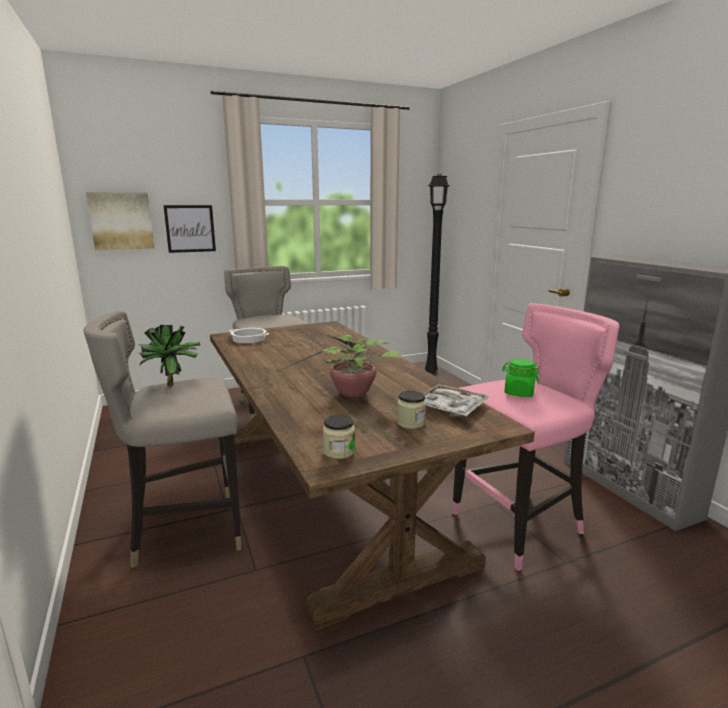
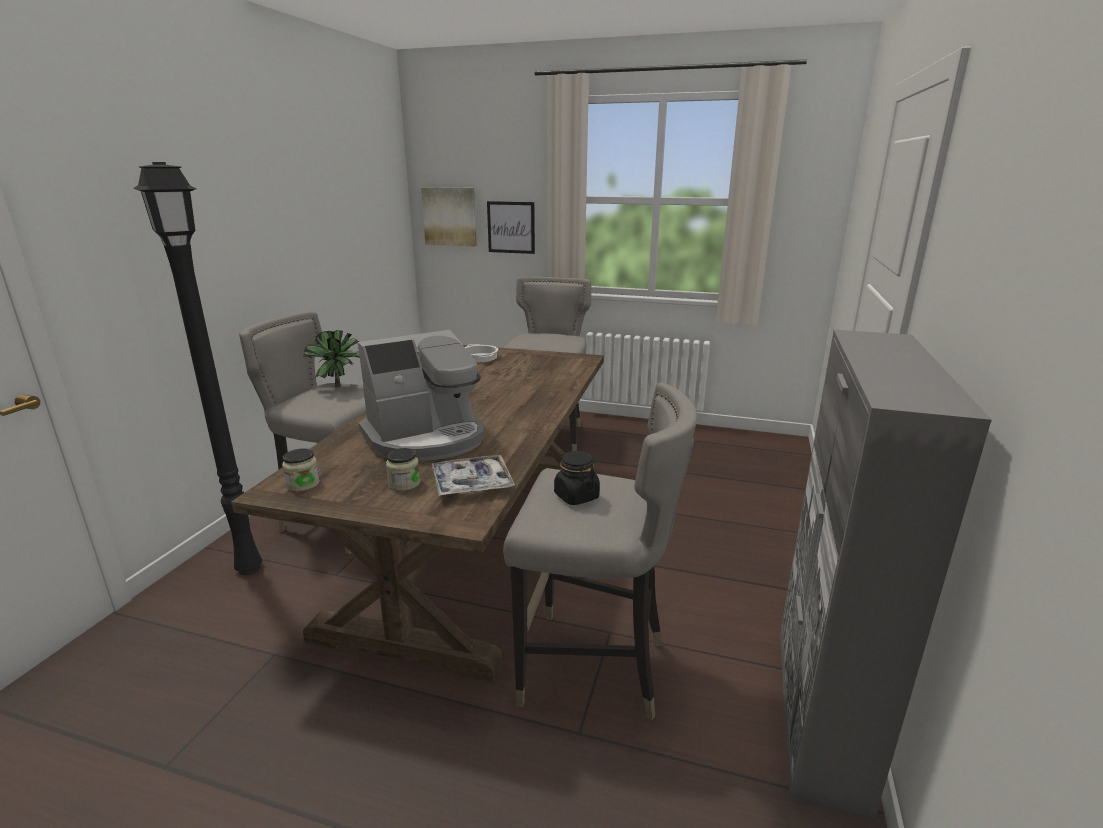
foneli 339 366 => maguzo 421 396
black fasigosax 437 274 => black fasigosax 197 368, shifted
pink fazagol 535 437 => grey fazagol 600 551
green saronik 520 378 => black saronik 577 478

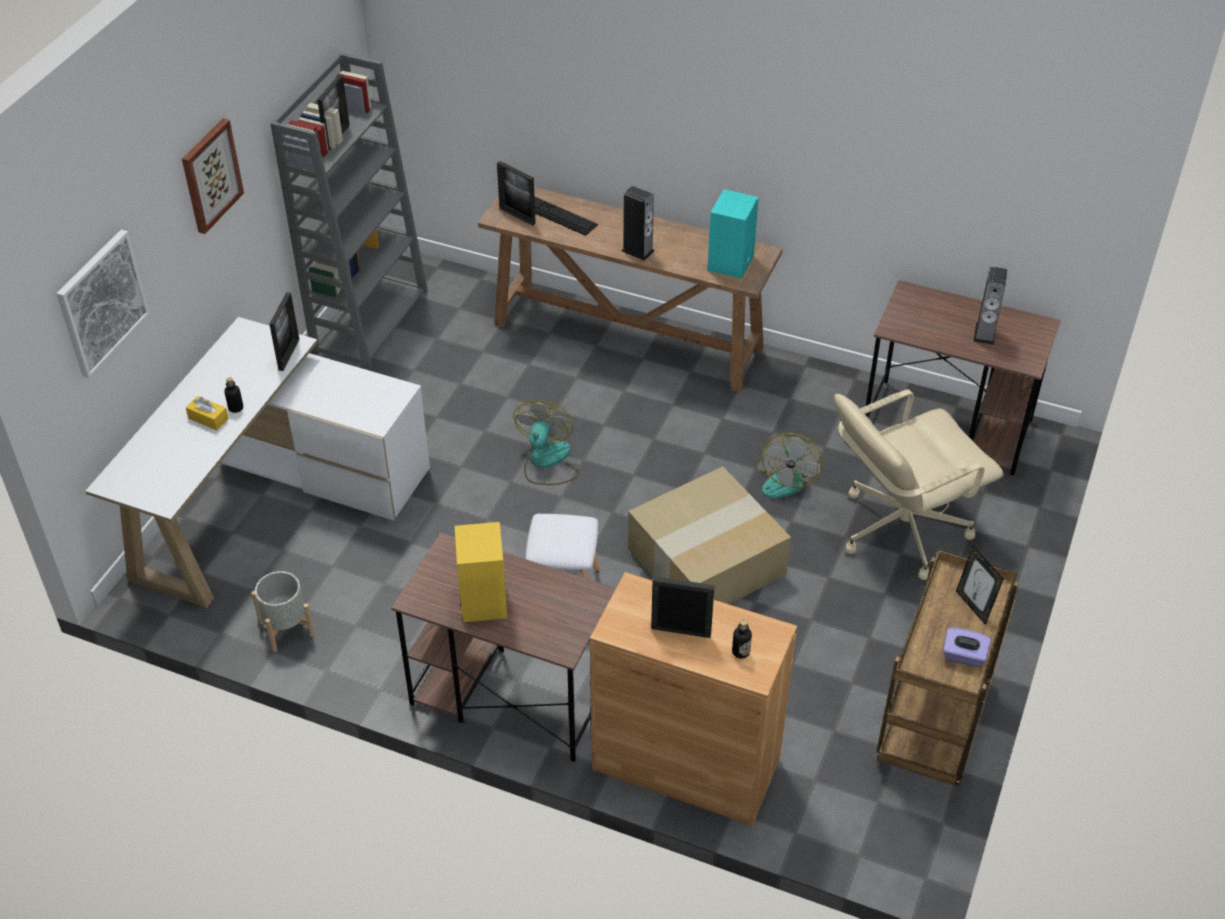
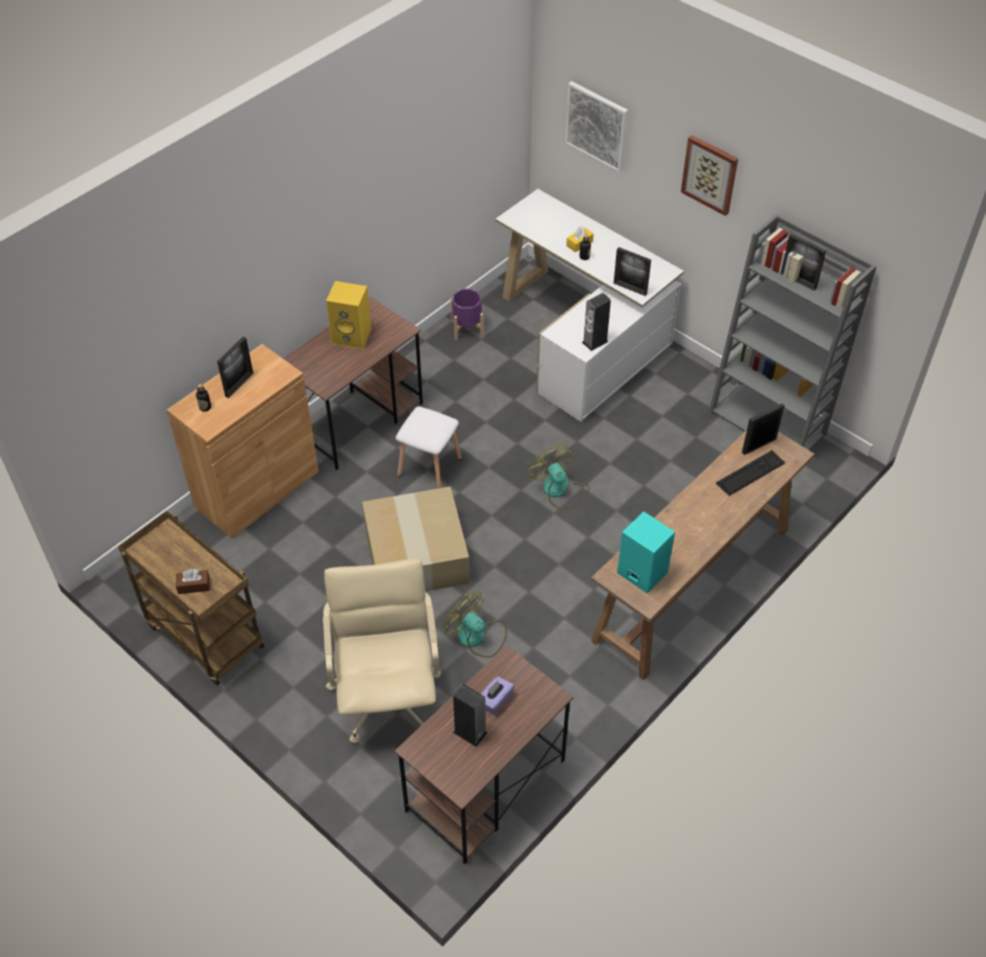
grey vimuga 283 611 => purple vimuga 467 314
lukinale 546 442 => lukinale 559 477, 150 degrees counterclockwise
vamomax 638 223 => vamomax 596 322, shifted
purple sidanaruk 967 647 => purple sidanaruk 497 695, shifted
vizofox 980 585 => brown sidanaruk 193 581

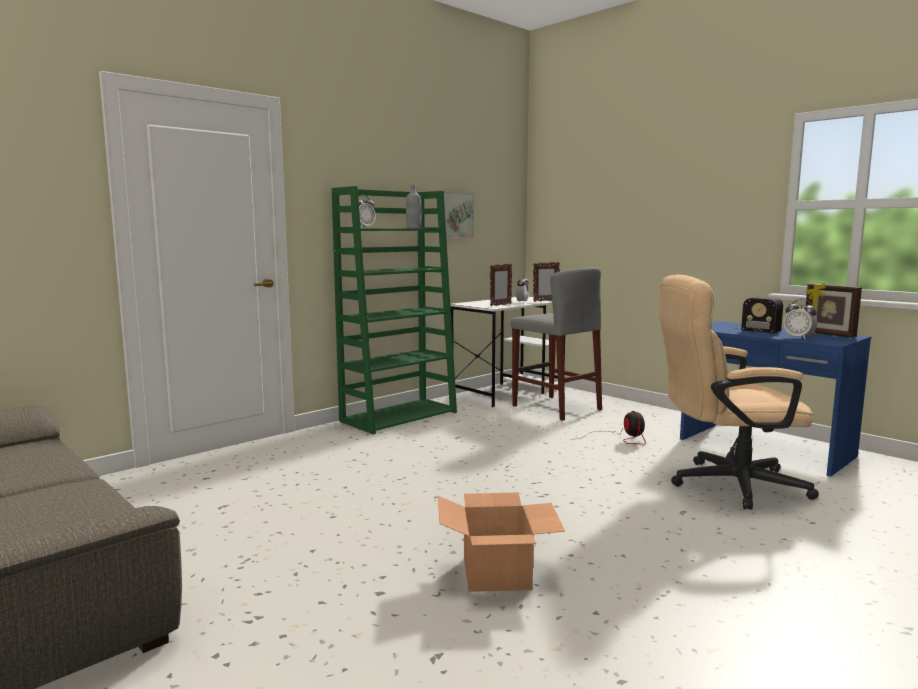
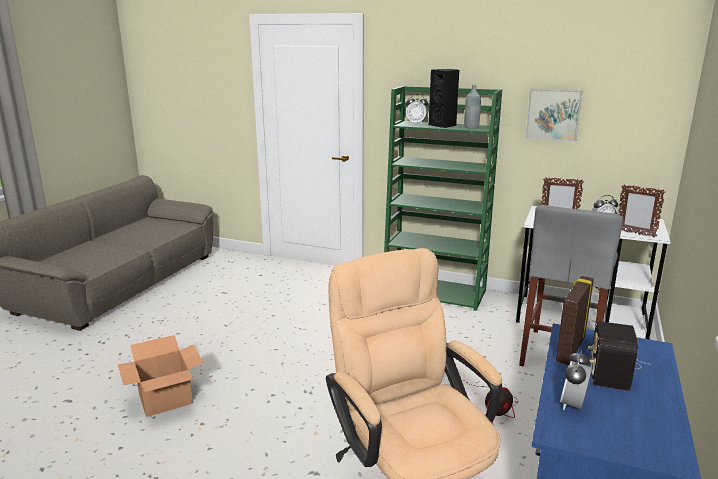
vizofox 834 310 => vizofox 575 320, shifted
nothing => black vamomax 444 98

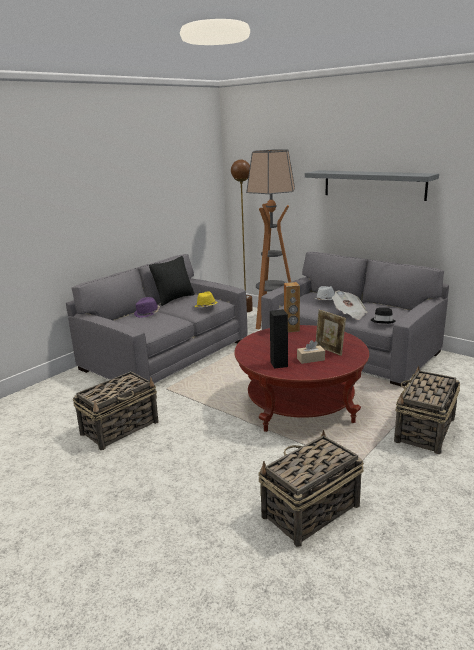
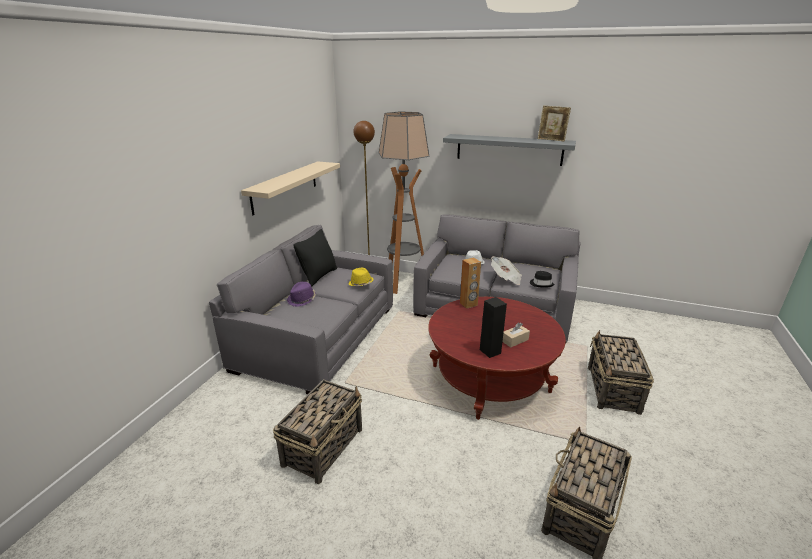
vizofox 331 332 => vizofox 554 123, shifted
nothing => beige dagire 290 188

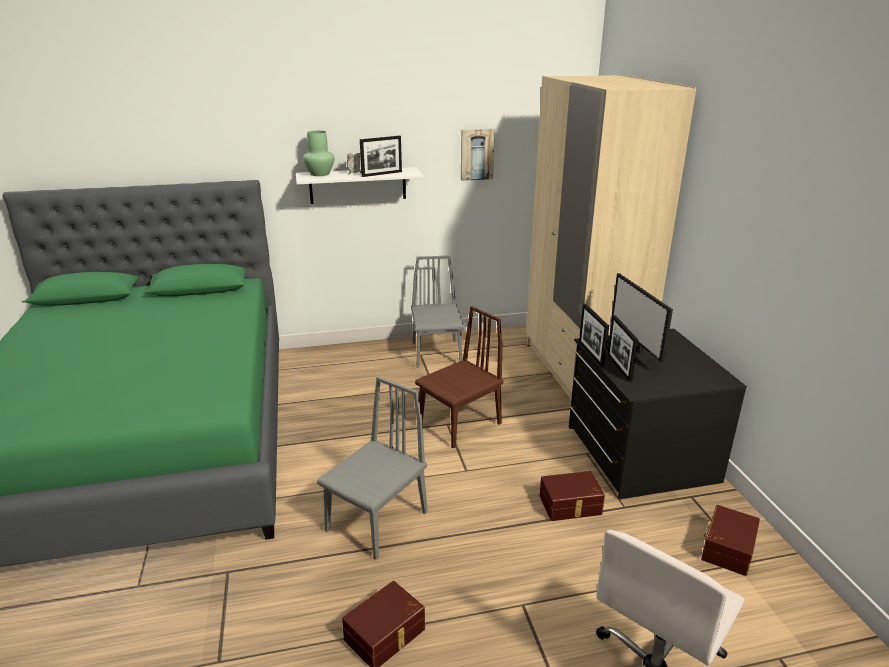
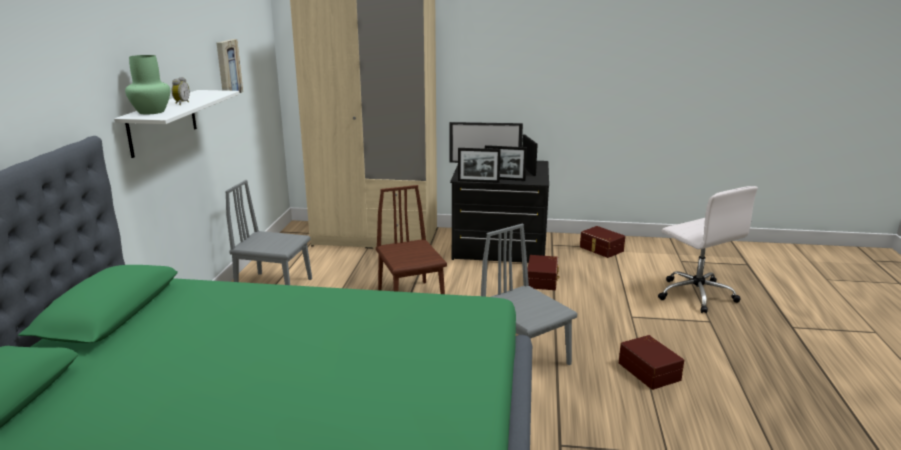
vizofox 381 156 => vizofox 530 155, shifted

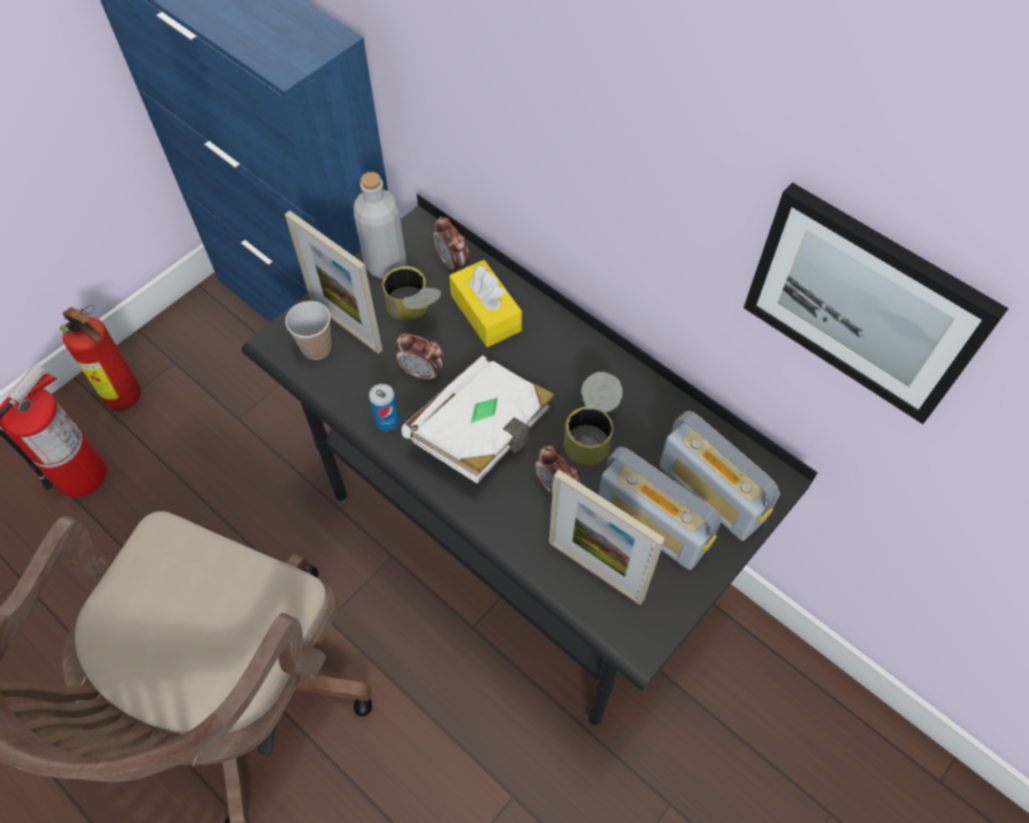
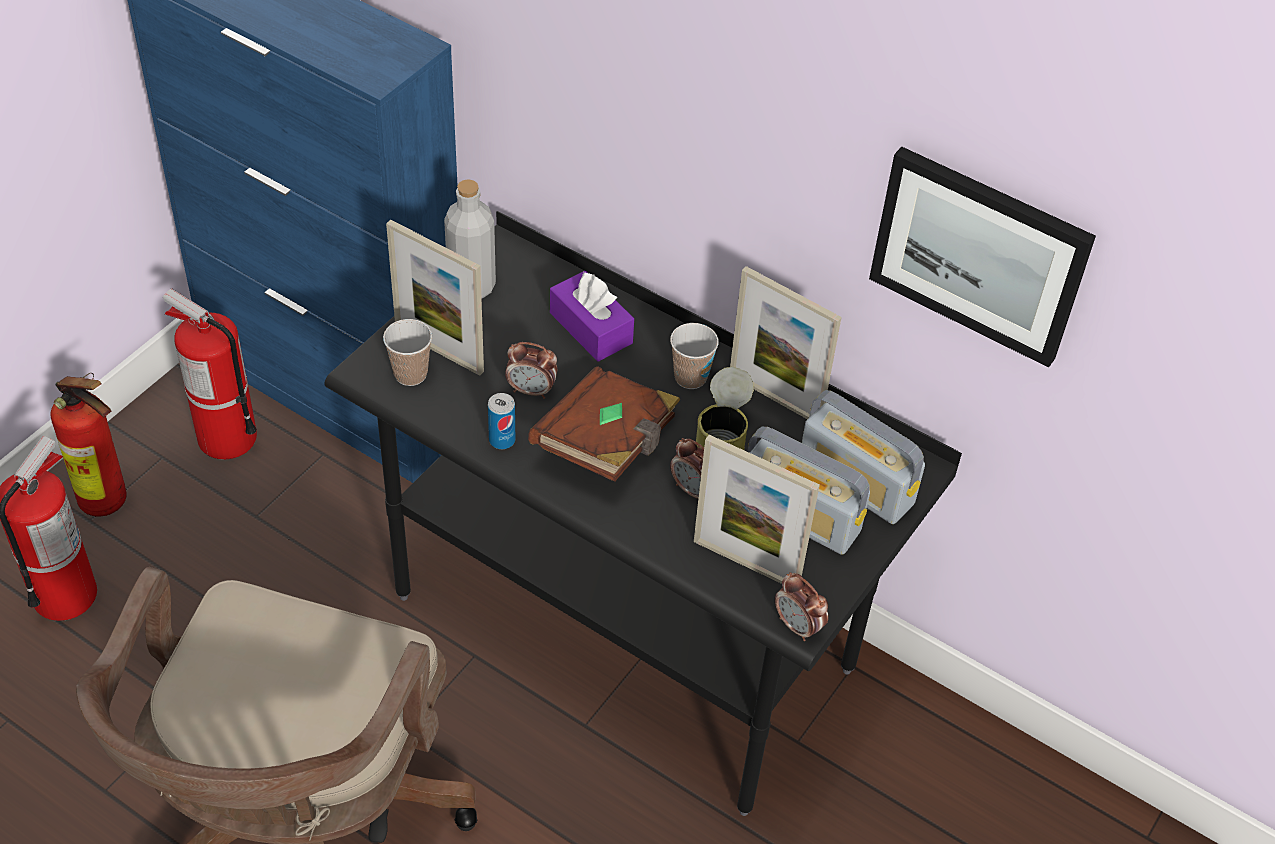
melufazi 411 293 => nothing
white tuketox 478 419 => brown tuketox 604 424
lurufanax 451 244 => lurufanax 801 606, shifted
yellow sidanaruk 485 303 => purple sidanaruk 592 316
nothing => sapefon 210 374
nothing => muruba 694 356
nothing => vizofox 786 342

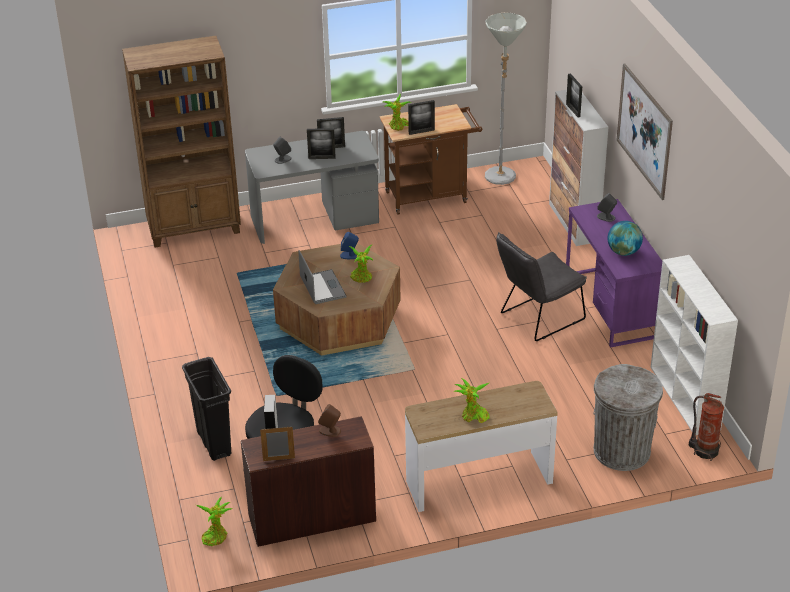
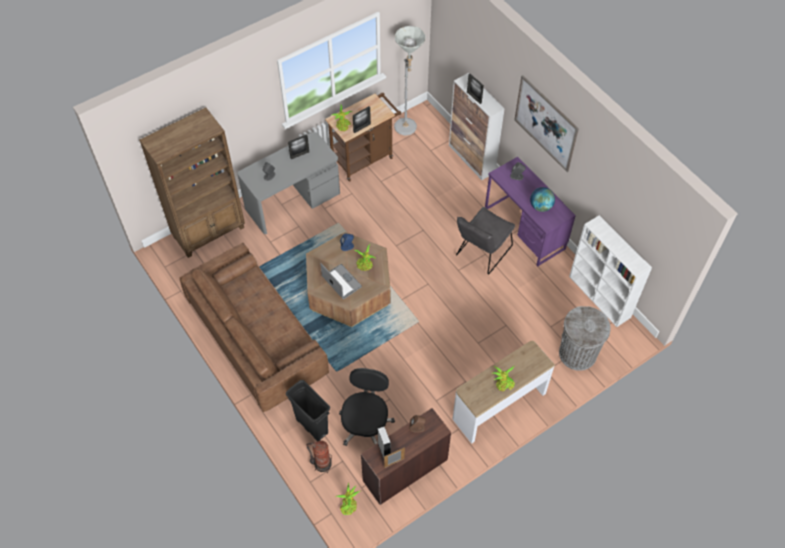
vizofox 321 143 => nothing
sapefon 706 427 => sapefon 319 457, shifted
nothing => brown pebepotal 254 327

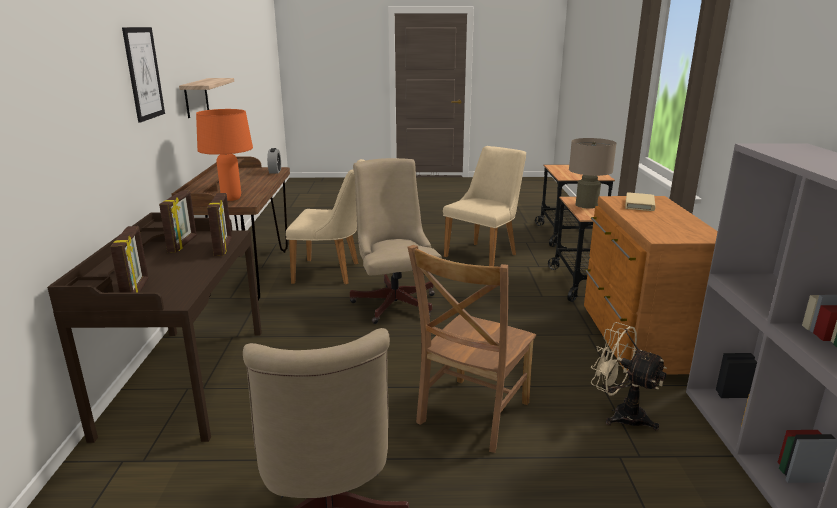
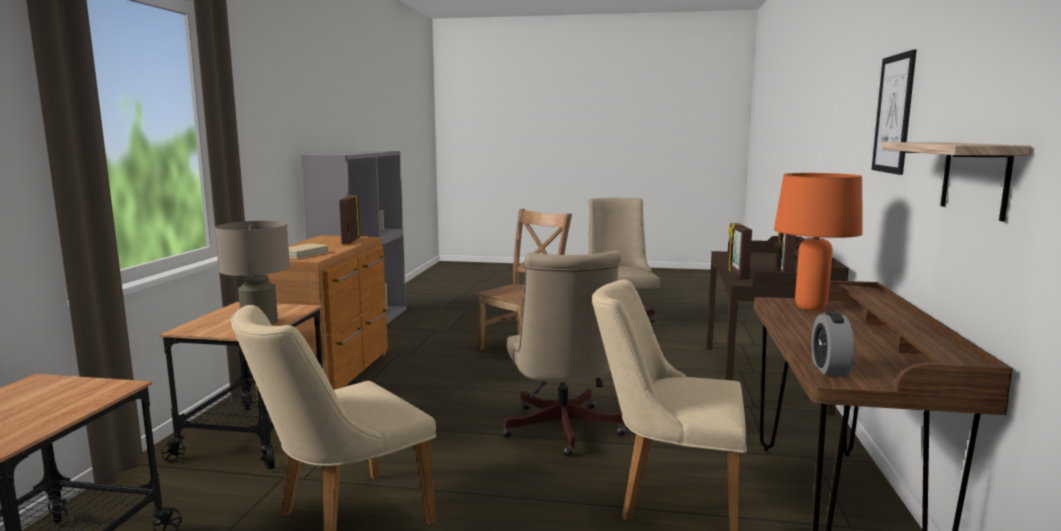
vizofox 129 259 => vizofox 349 220, shifted
beige lukinale 629 376 => nothing

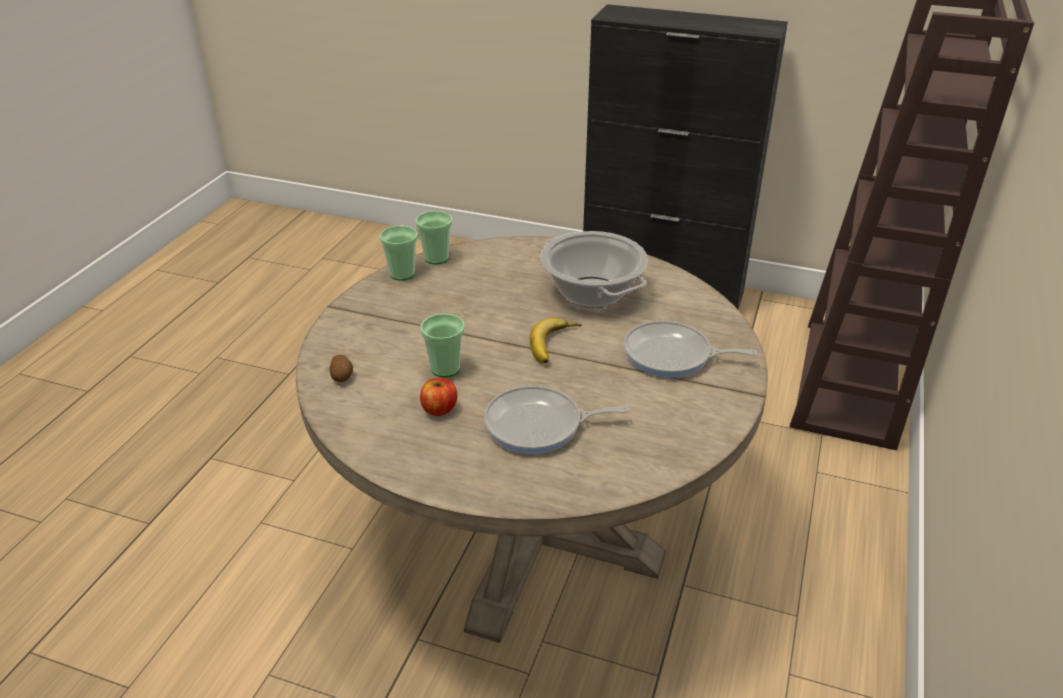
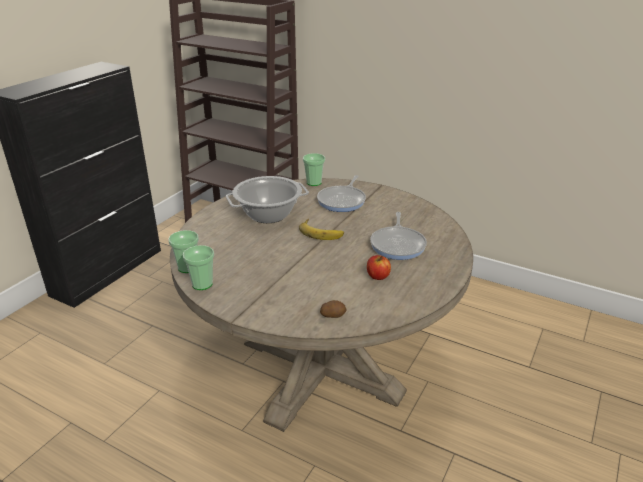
muruba 442 346 => muruba 314 169, shifted

